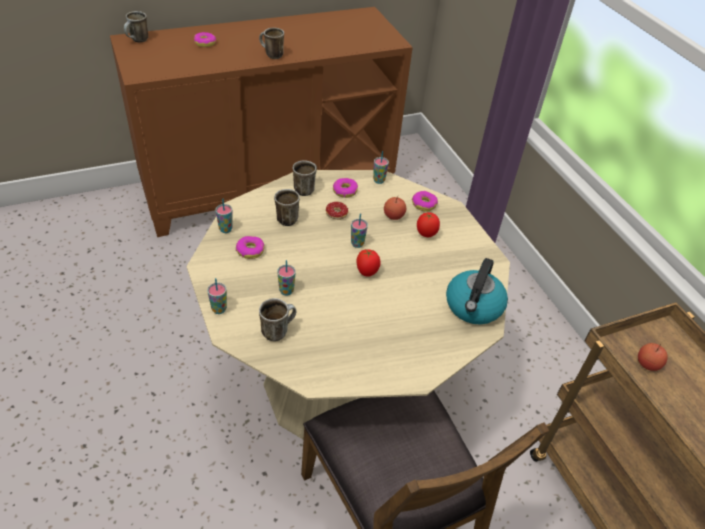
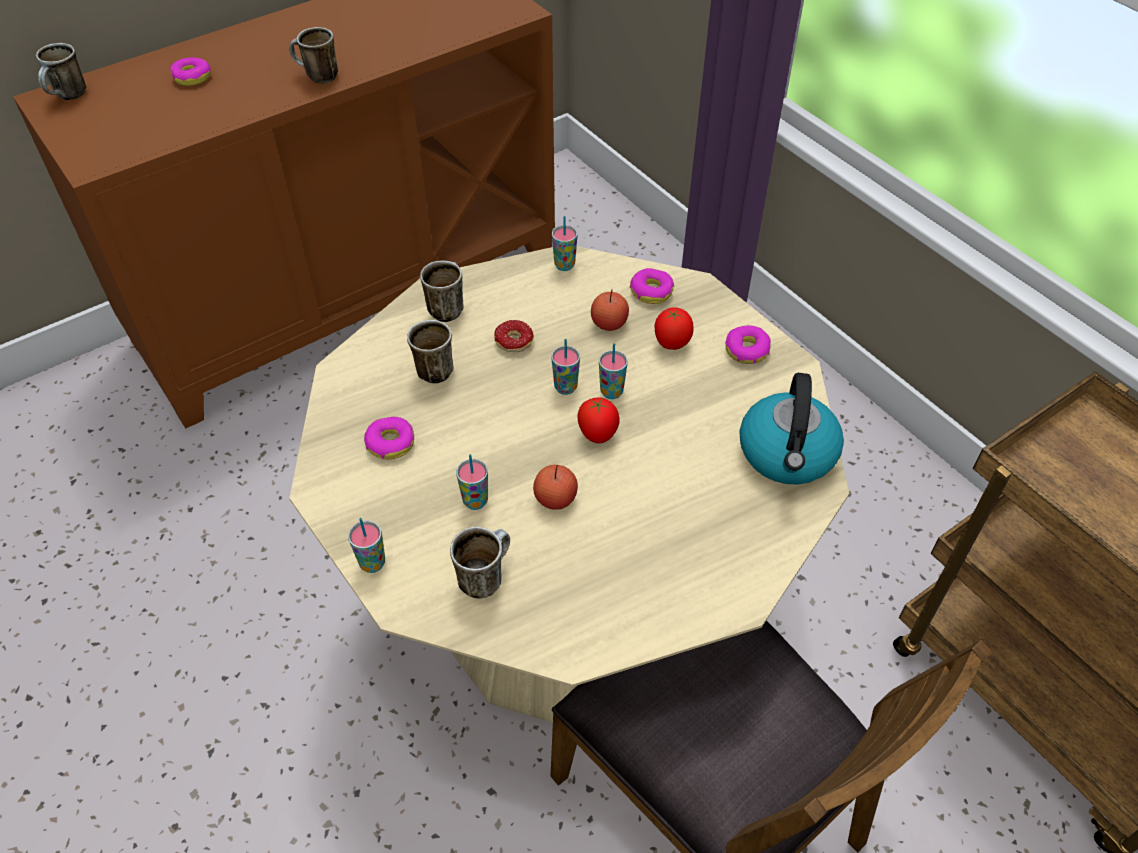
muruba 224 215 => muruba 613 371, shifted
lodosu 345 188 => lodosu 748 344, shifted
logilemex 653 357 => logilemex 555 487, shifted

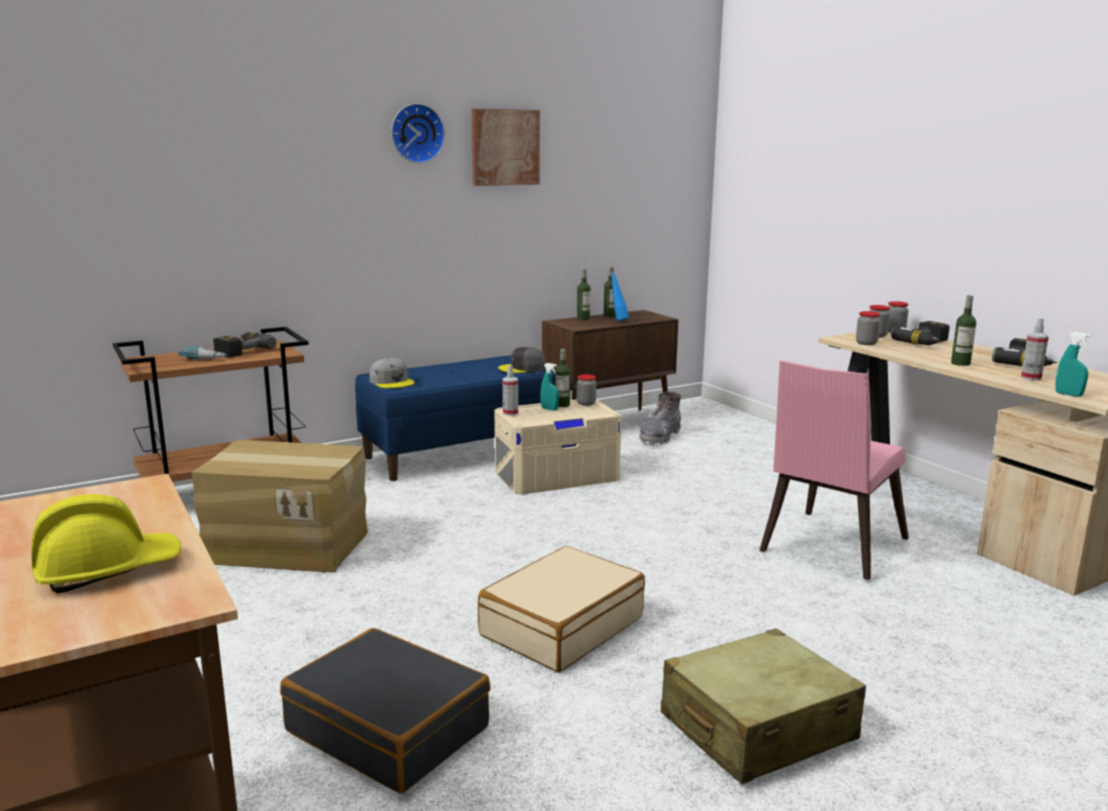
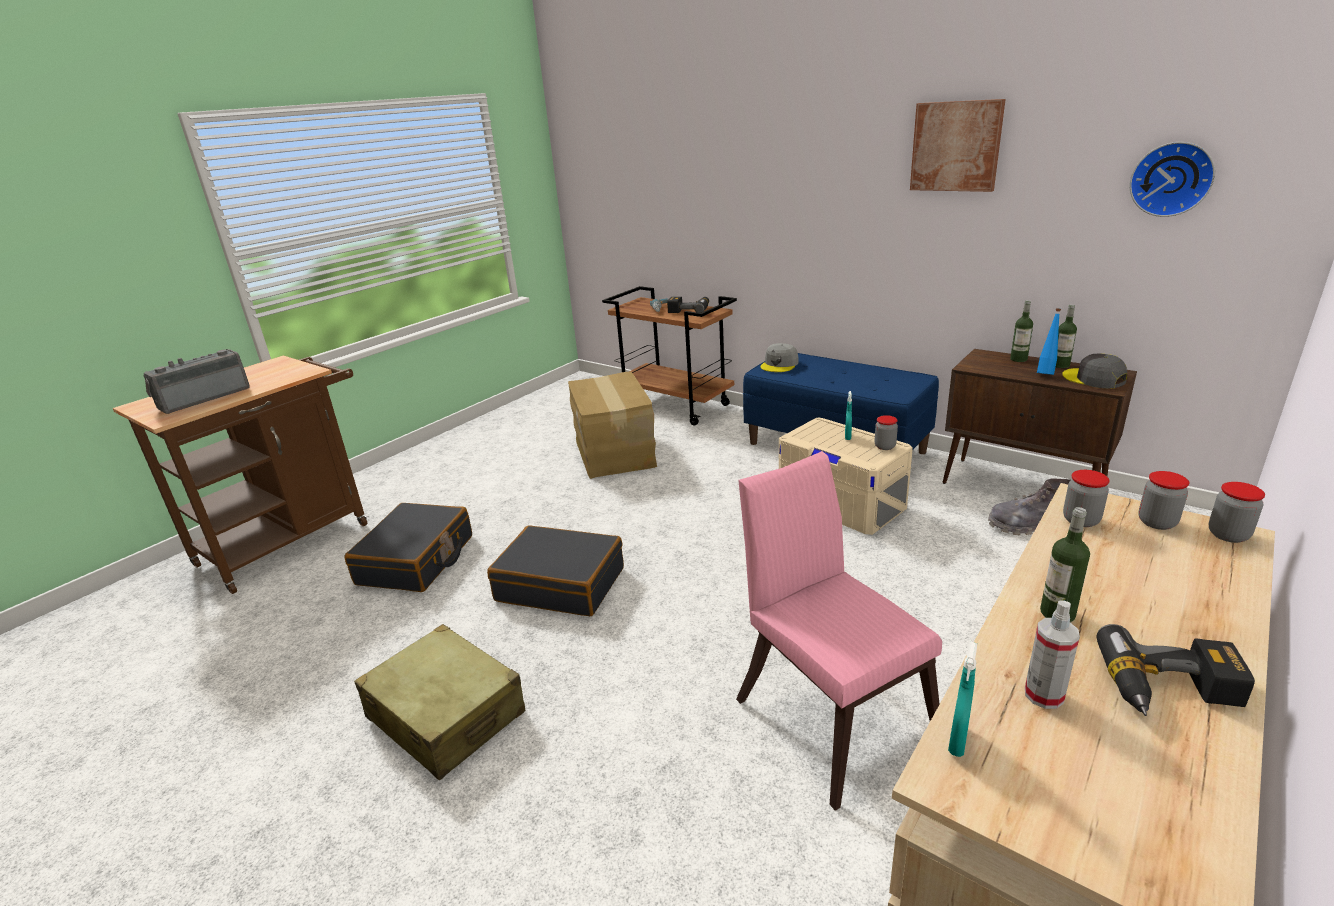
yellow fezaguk 106 543 => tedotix 196 381
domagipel 418 133 => domagipel 1172 179, shifted
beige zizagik 561 609 => black zizagik 555 570
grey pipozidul 522 360 => grey pipozidul 1094 371, shifted
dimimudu 510 390 => nothing
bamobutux 562 378 => nothing
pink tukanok 834 470 => pink tukanok 839 631, 45 degrees clockwise
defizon 920 333 => nothing

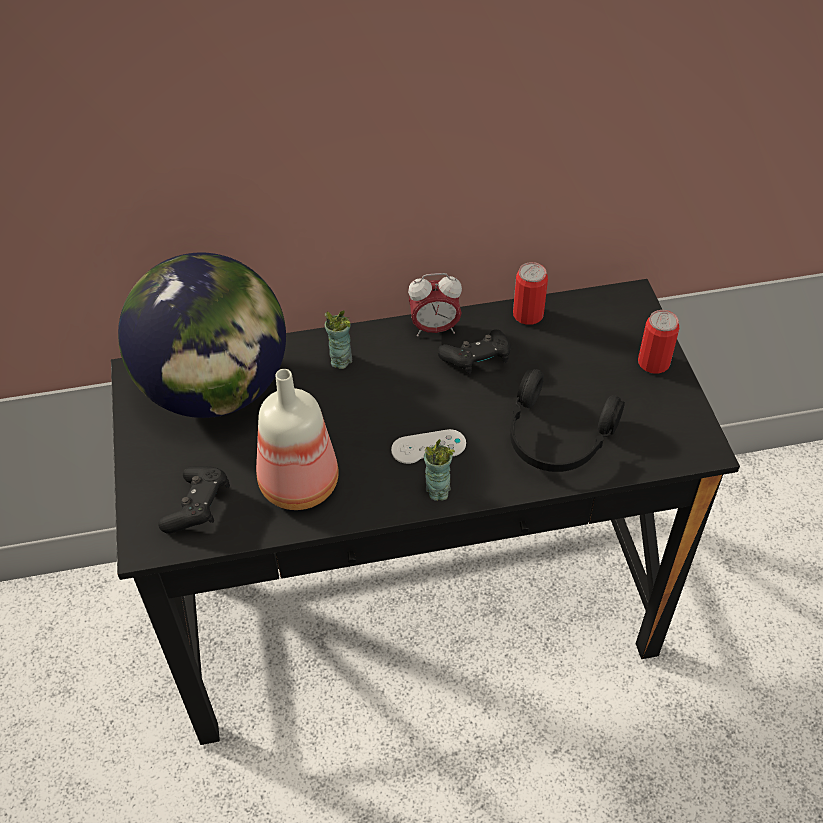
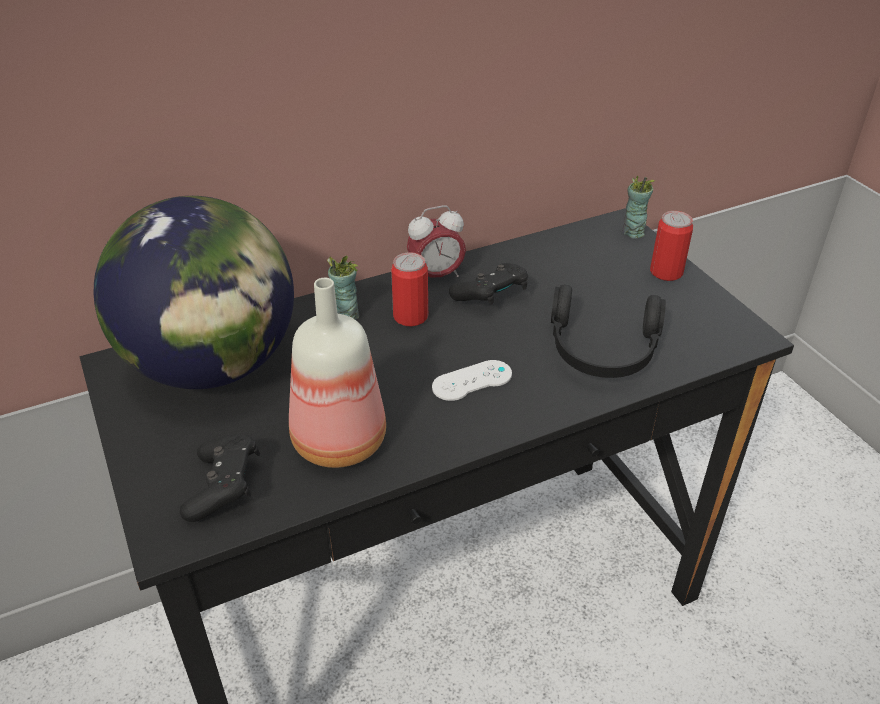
muruba 439 470 => muruba 639 206, shifted
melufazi 530 293 => melufazi 409 289, shifted

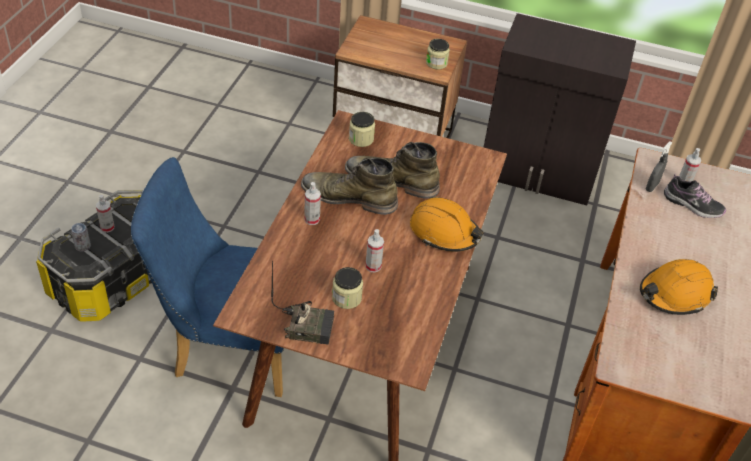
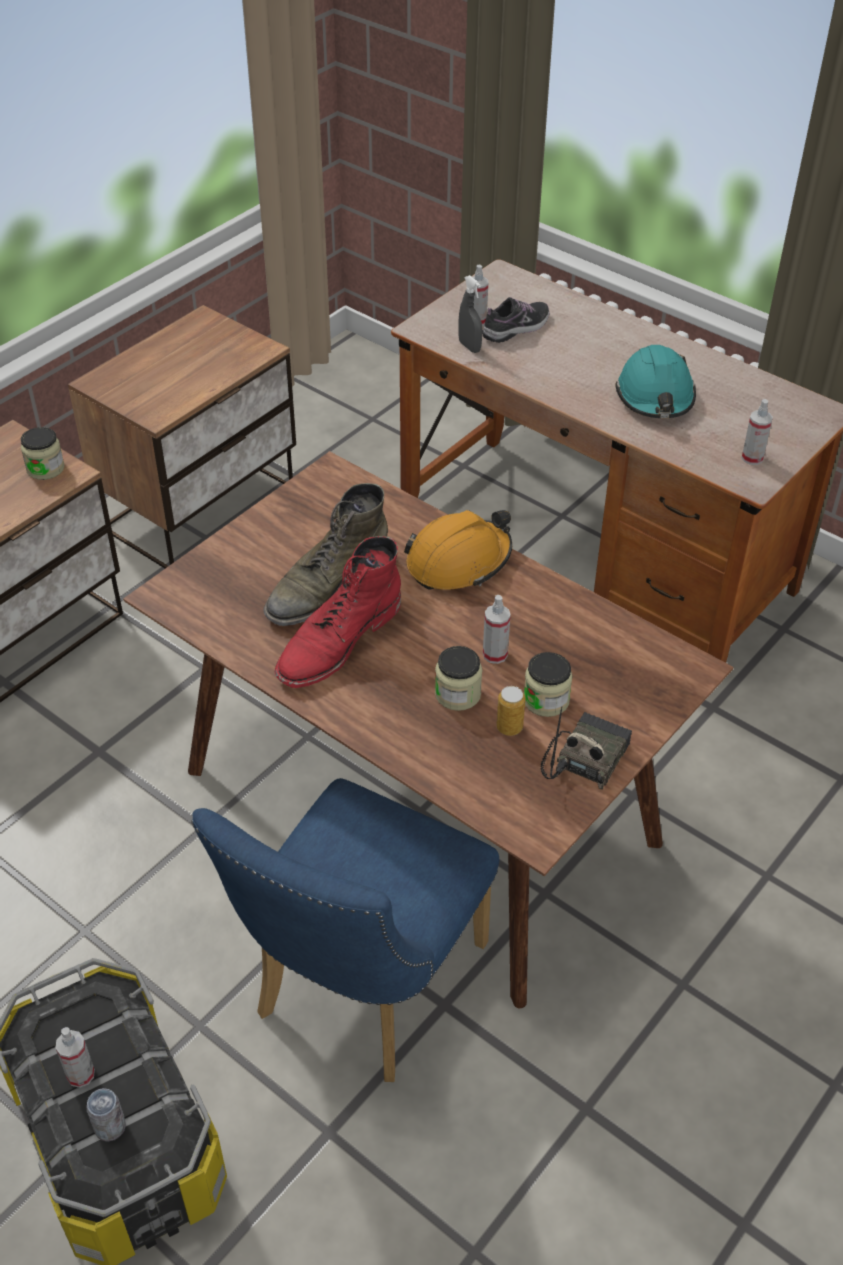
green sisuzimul 349 186 => red sisuzimul 338 612
dimimudu 312 203 => dimimudu 757 432, shifted
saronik 362 129 => saronik 458 678, shifted
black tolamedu 560 109 => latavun 182 436
orange fezaguk 679 287 => turquoise fezaguk 655 381
nothing => melufazi 510 711

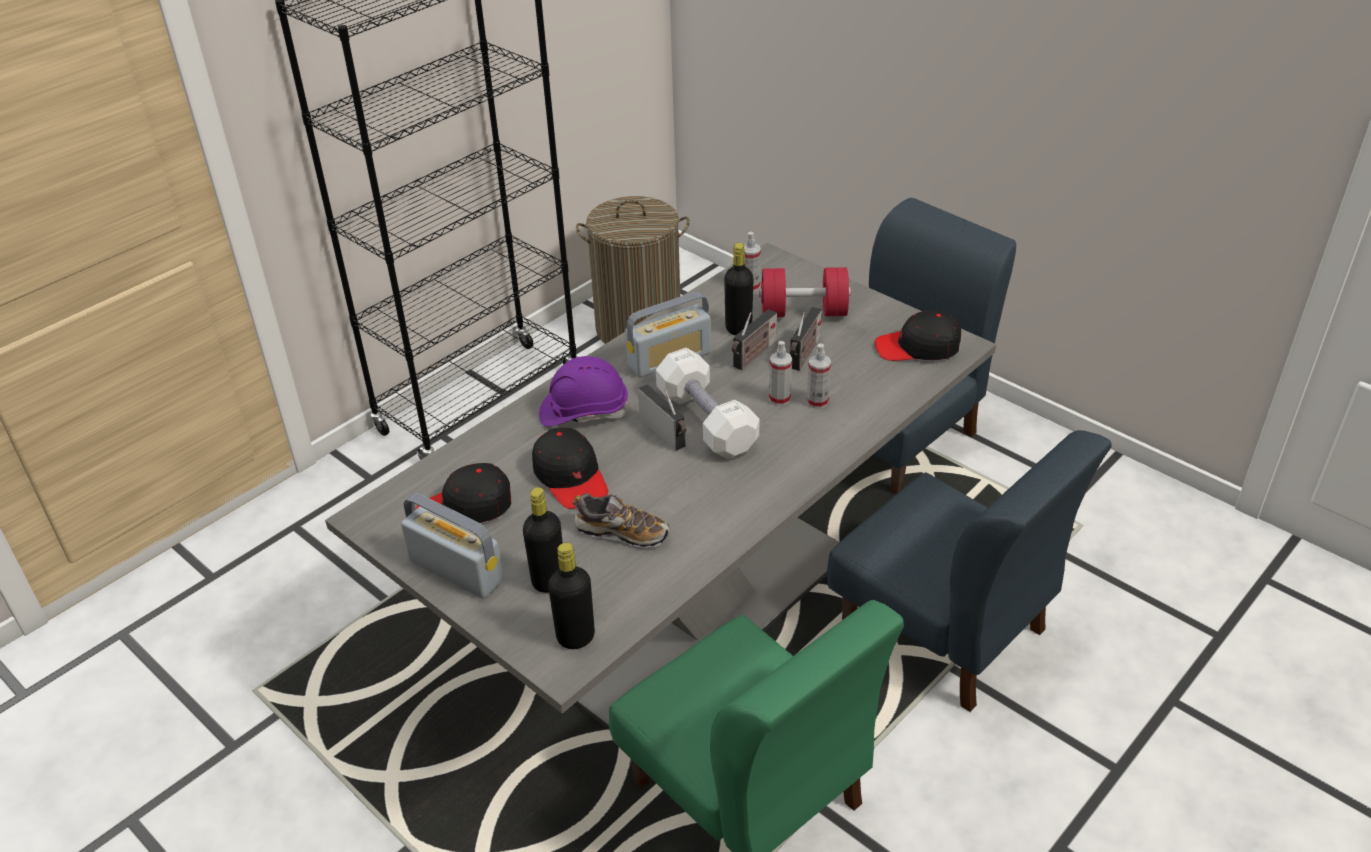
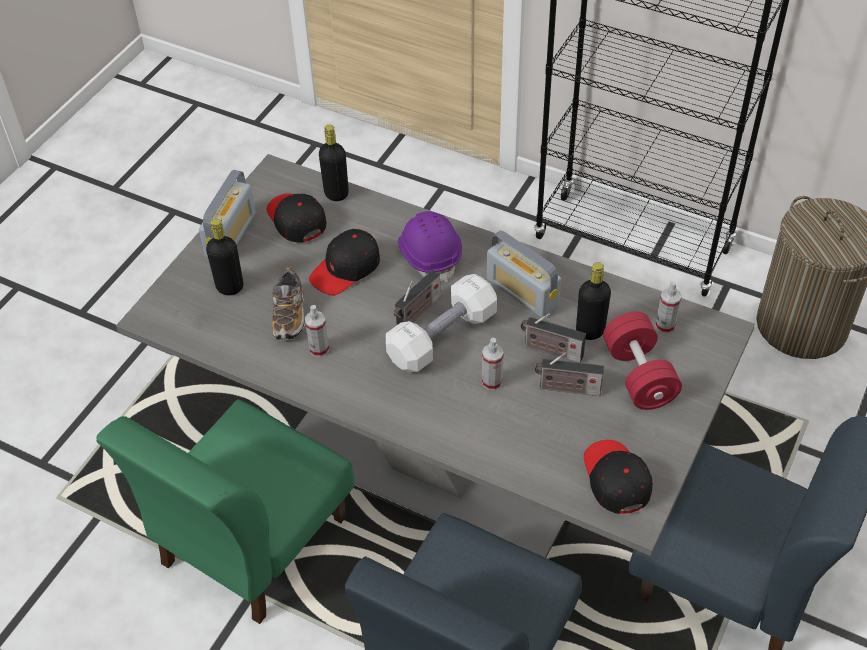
black bamobutux 571 596 => black bamobutux 334 163, shifted
dimimudu 819 375 => dimimudu 317 331, shifted

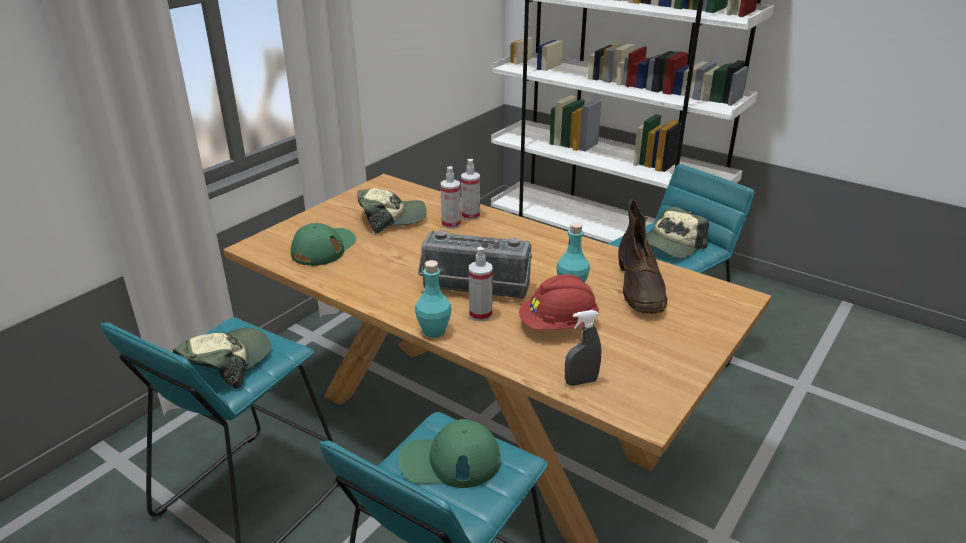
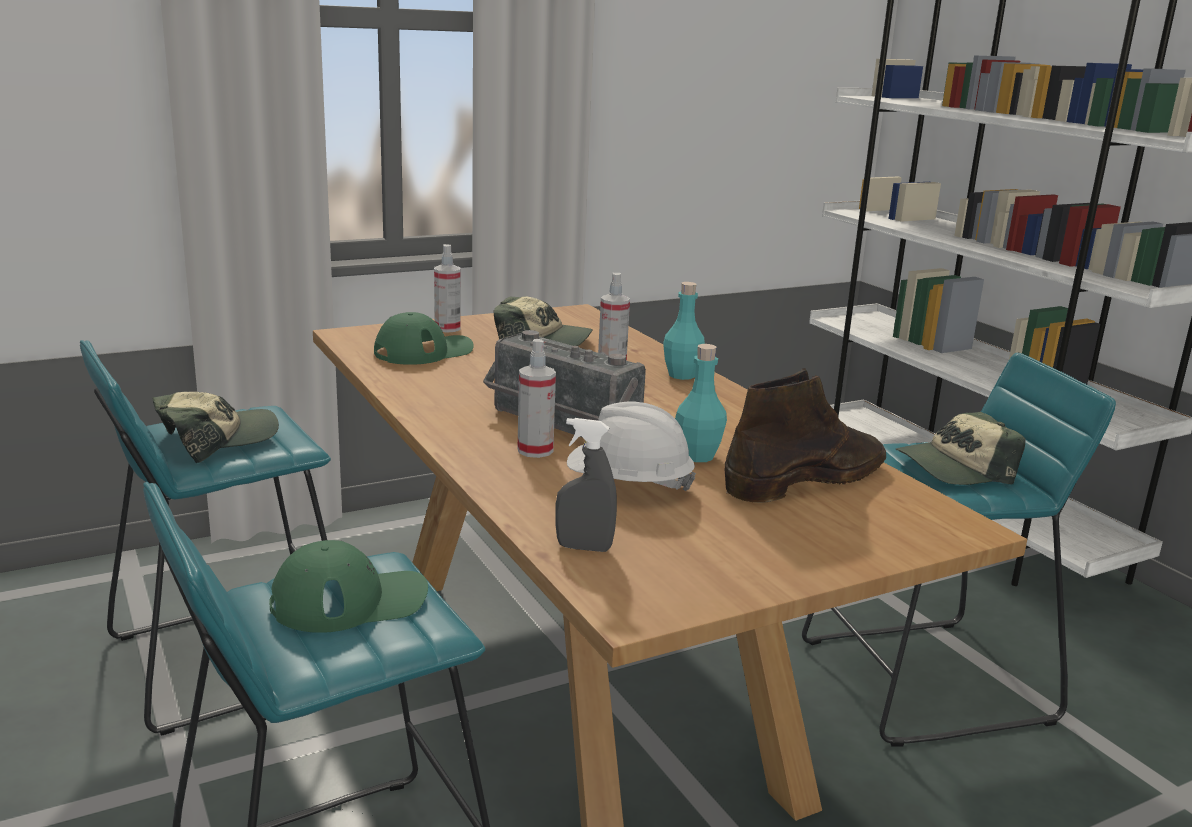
green pipozidul 450 453 => green pipozidul 348 586, 135 degrees clockwise
turquoise bamobutux 433 299 => turquoise bamobutux 684 331, shifted
dimimudu 470 189 => dimimudu 447 288, shifted
red fezaguk 559 302 => white fezaguk 631 446
brown sisuzimul 643 256 => brown sisuzimul 805 435, 150 degrees counterclockwise

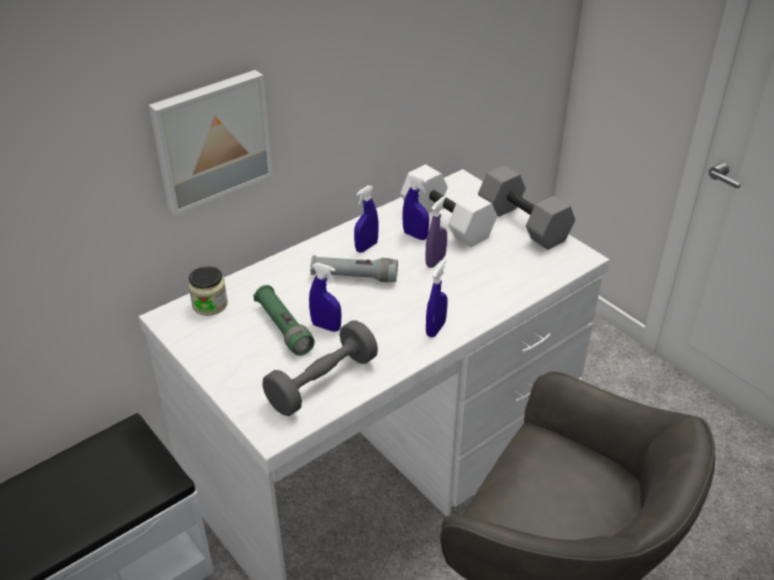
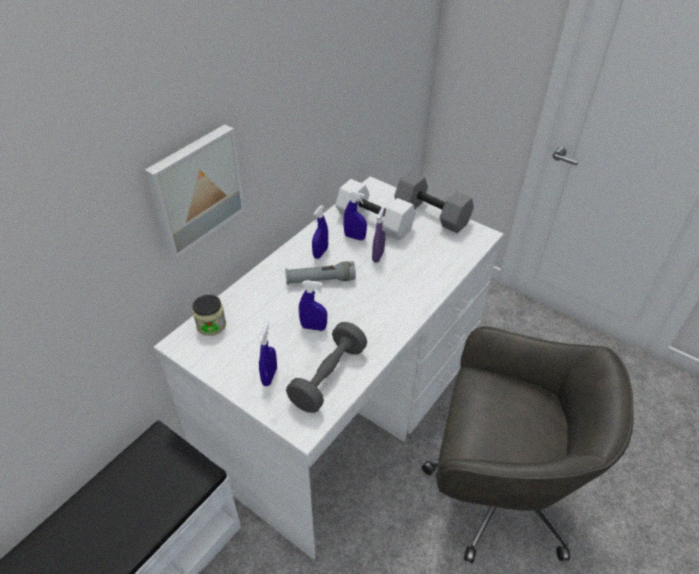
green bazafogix 284 320 => nothing
blue dimimudu 437 298 => blue dimimudu 268 354, shifted

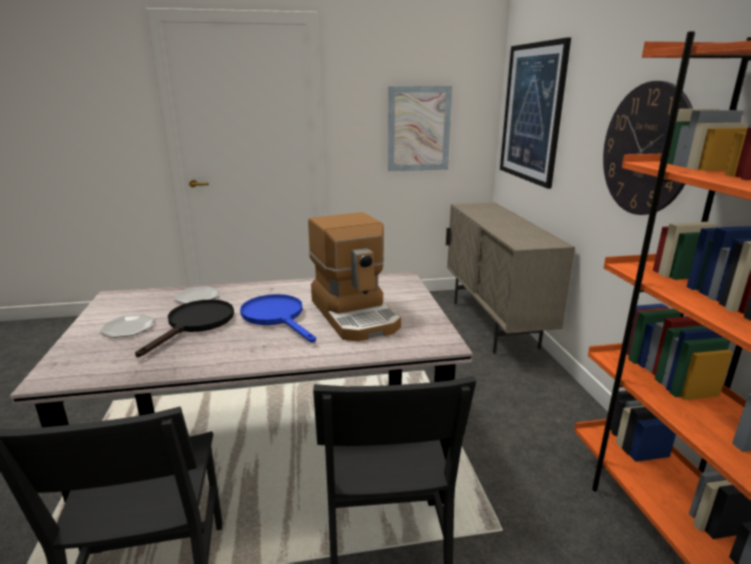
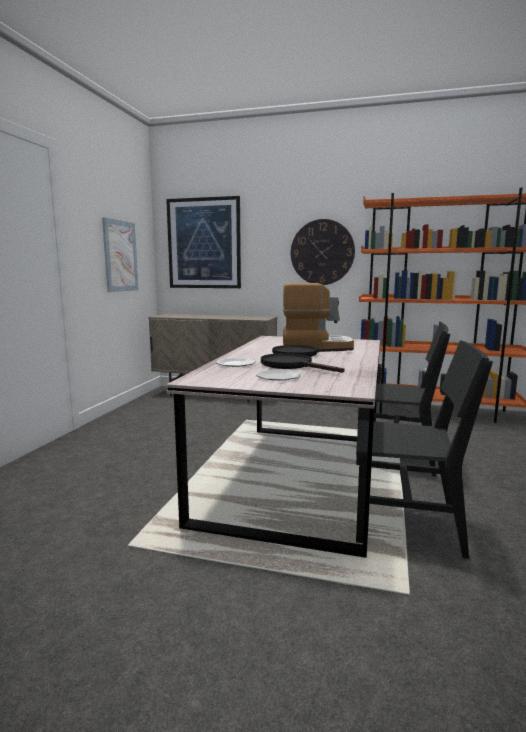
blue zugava 278 318 => black zugava 313 351

